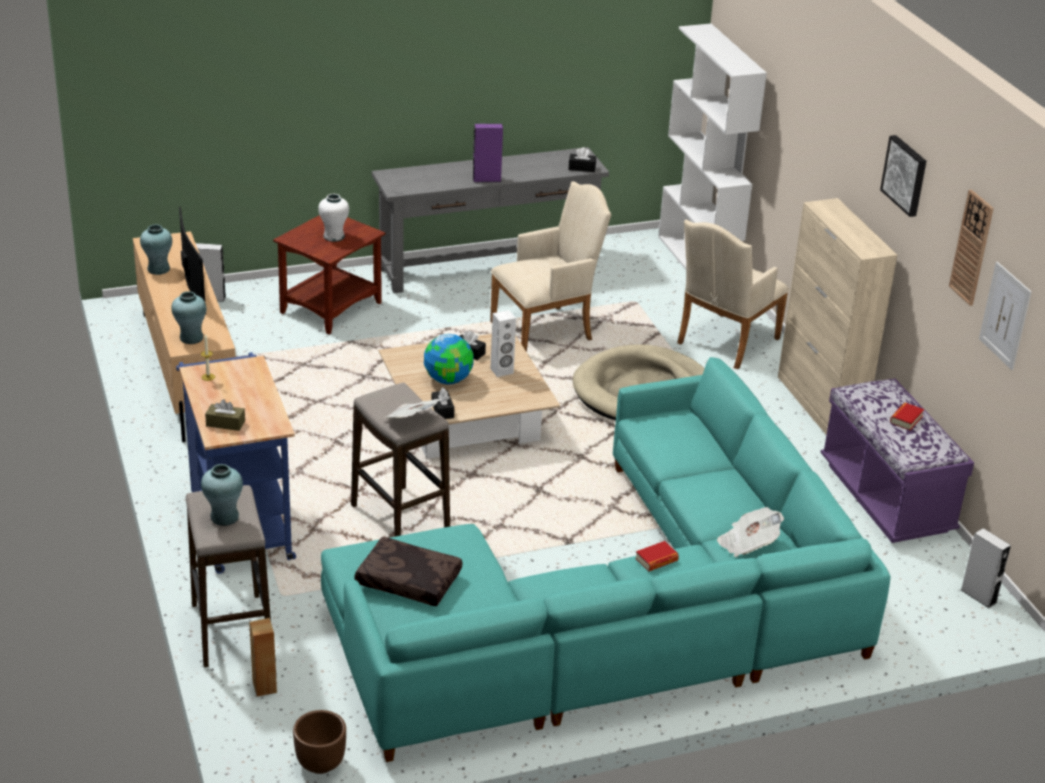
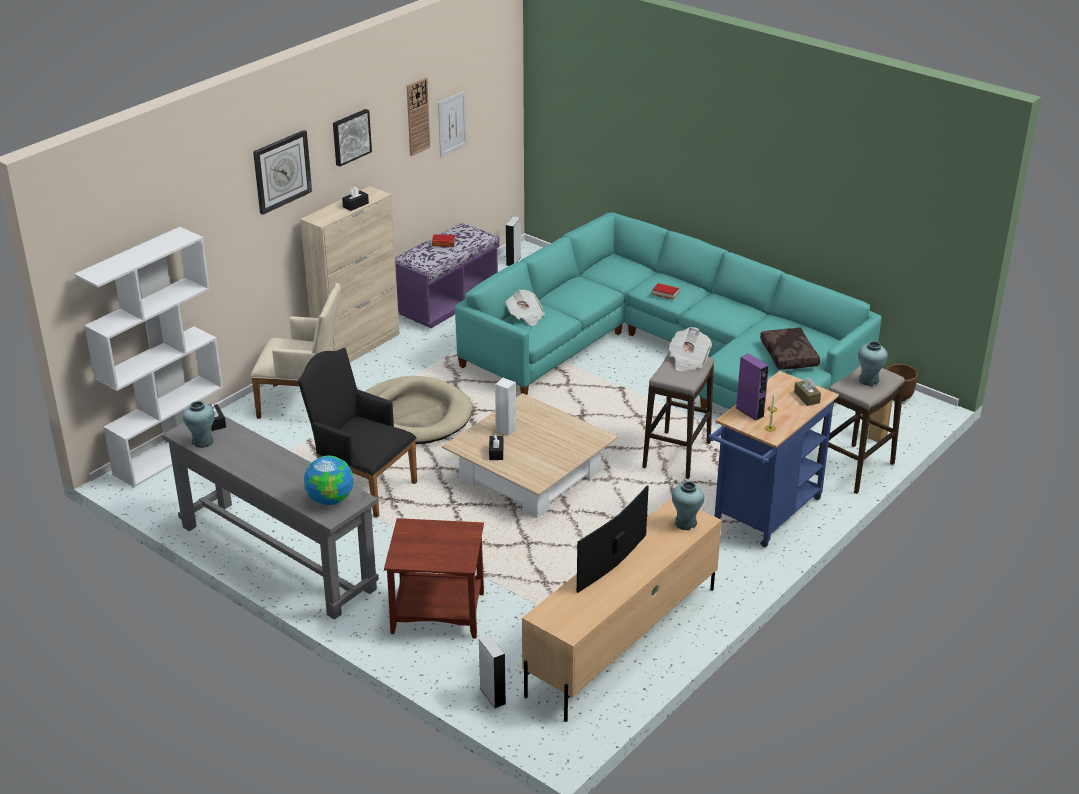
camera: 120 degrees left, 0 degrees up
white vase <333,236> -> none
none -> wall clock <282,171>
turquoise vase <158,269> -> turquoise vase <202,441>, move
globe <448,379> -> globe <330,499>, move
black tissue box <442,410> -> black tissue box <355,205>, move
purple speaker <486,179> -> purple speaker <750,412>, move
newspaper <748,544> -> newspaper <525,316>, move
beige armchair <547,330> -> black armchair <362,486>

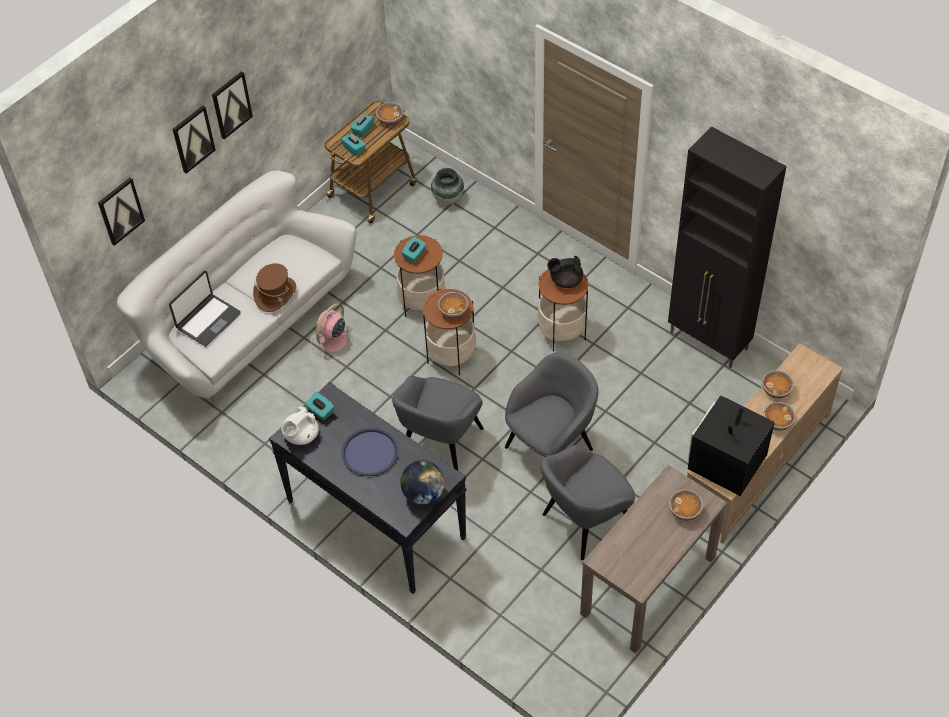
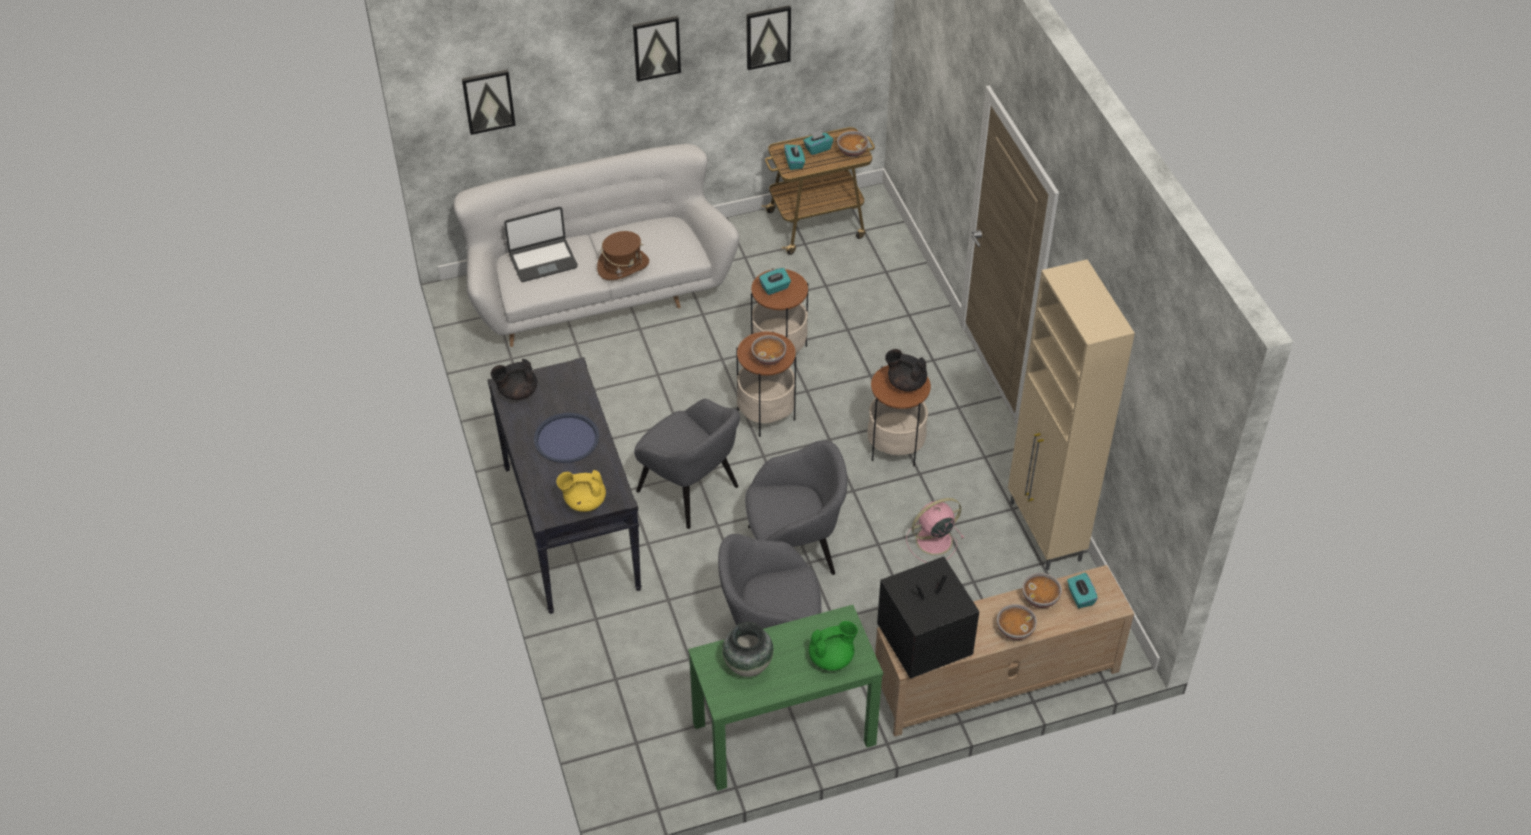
camera: 30 degrees right, 5 degrees down
picture <193,139> -> picture <768,36>, move
turquoise tissue box <320,411> -> turquoise tissue box <1080,597>, move
pink fan <332,342> -> pink fan <932,541>, move
vase <448,199> -> vase <748,666>, move
globe <423,493> -> yellow teapot <584,501>
bowl <685,511> -> green teapot <832,658>
white teapot <301,436> -> black teapot <517,392>
brown console table <648,585> -> green console table <783,734>
black cabinet <709,341> -> beige cabinet <1045,532>
grey armchair <441,443> -> grey armchair <689,490>, 105 degrees counterclockwise

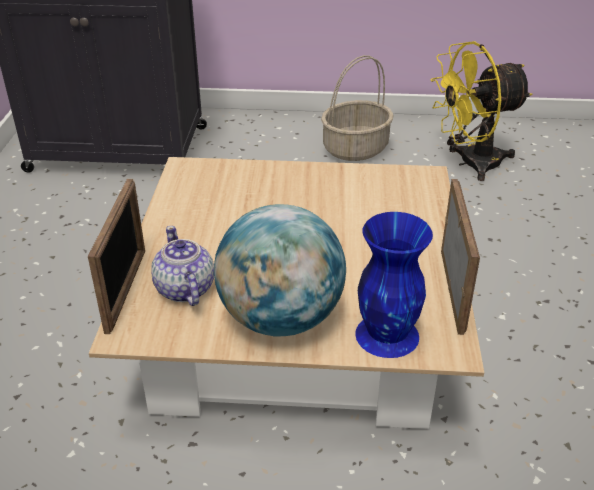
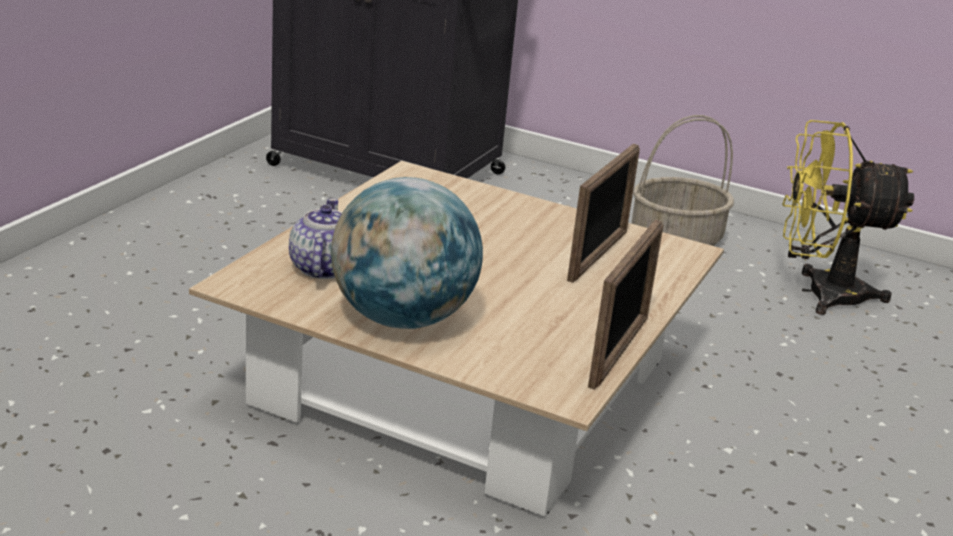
camera: 20 degrees right, 10 degrees down
blue vase <387,334> -> none
picture frame <126,290> -> picture frame <598,256>, move

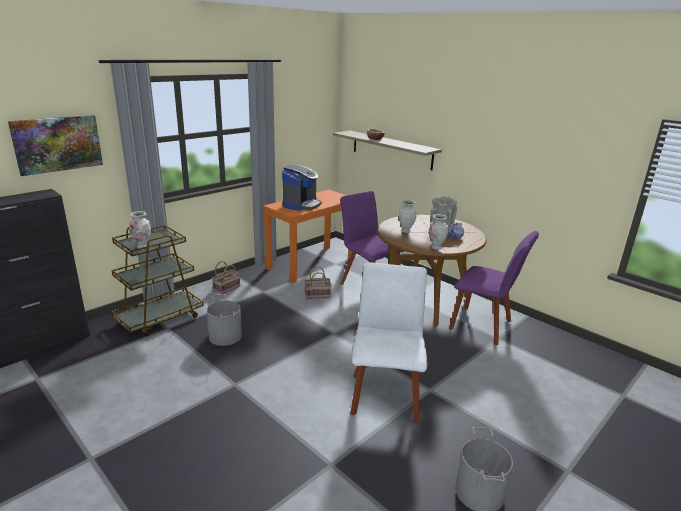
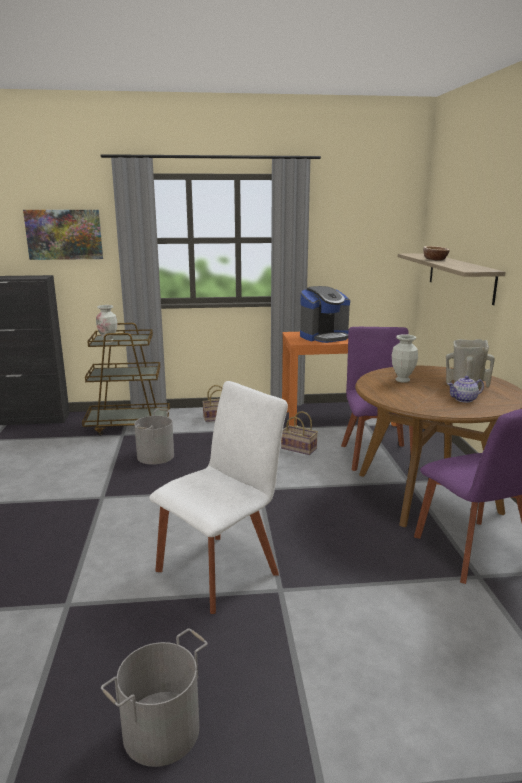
camera: 40 degrees right, 5 degrees down
vase <436,247> -> none

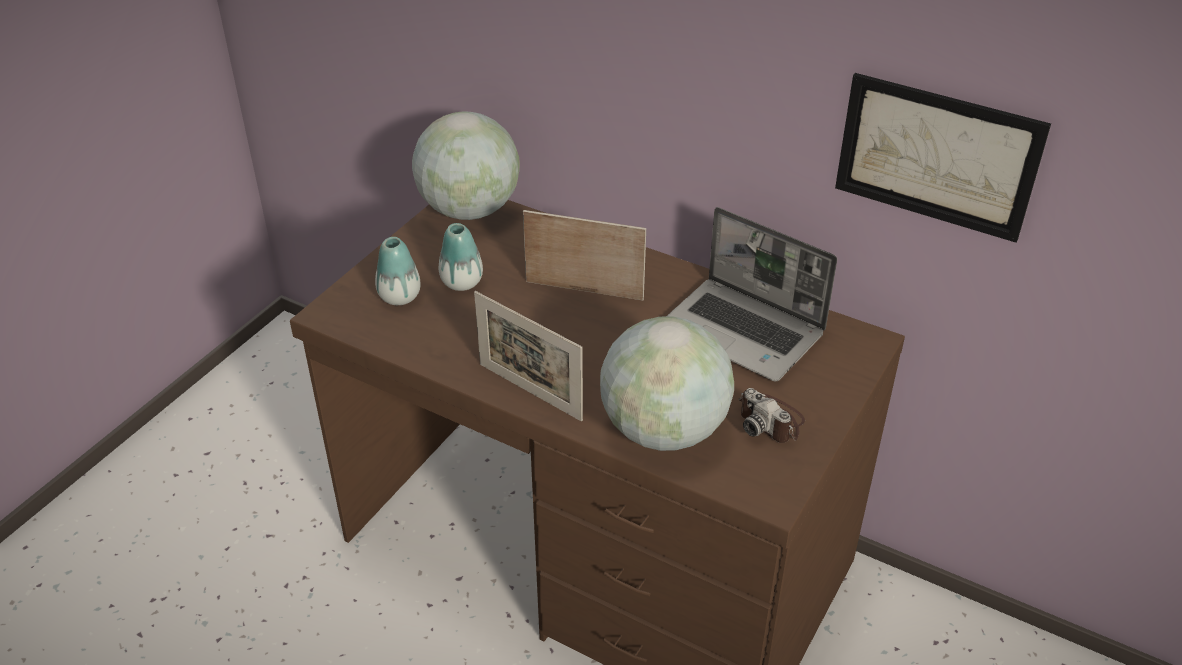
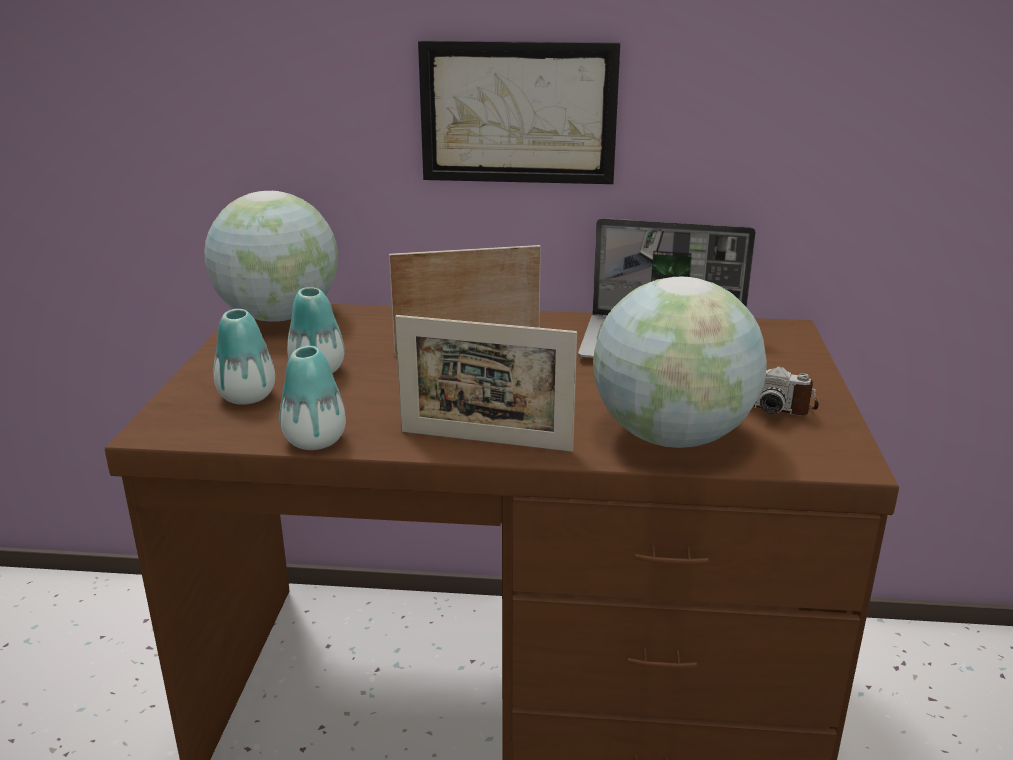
camera: 25 degrees left, 15 degrees down
none -> vase <315,441>
picture <937,156> -> picture <518,113>, move

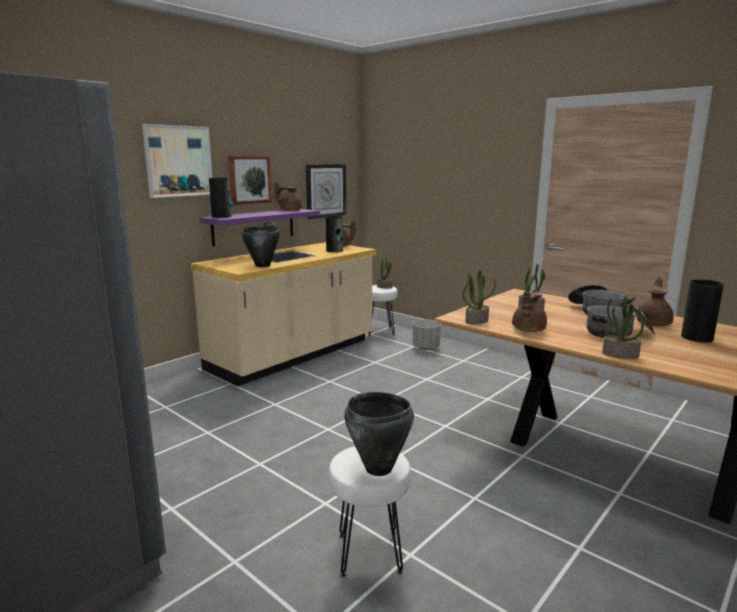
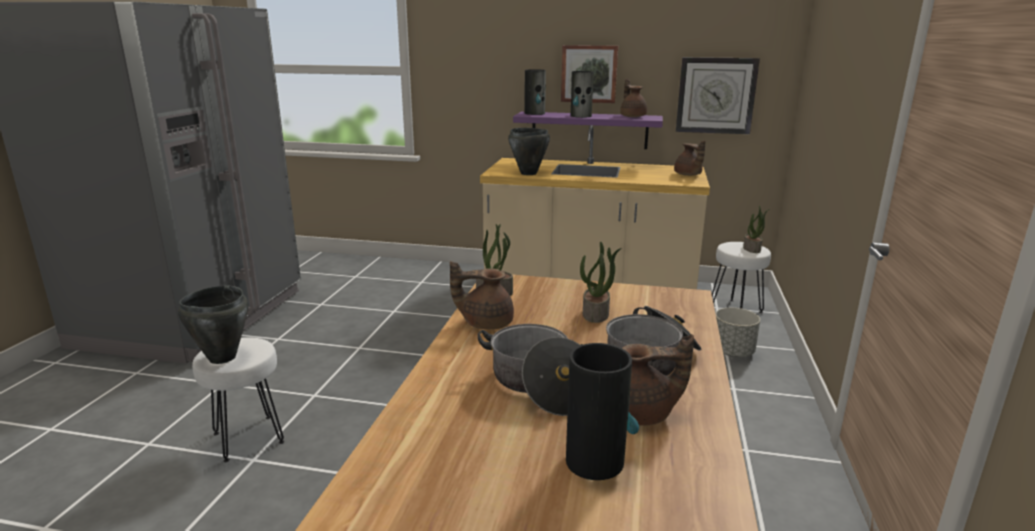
camera: 60 degrees right, 5 degrees up
picture <178,161> -> none
potted plant <619,355> -> none
vase <335,251> -> vase <581,116>, move

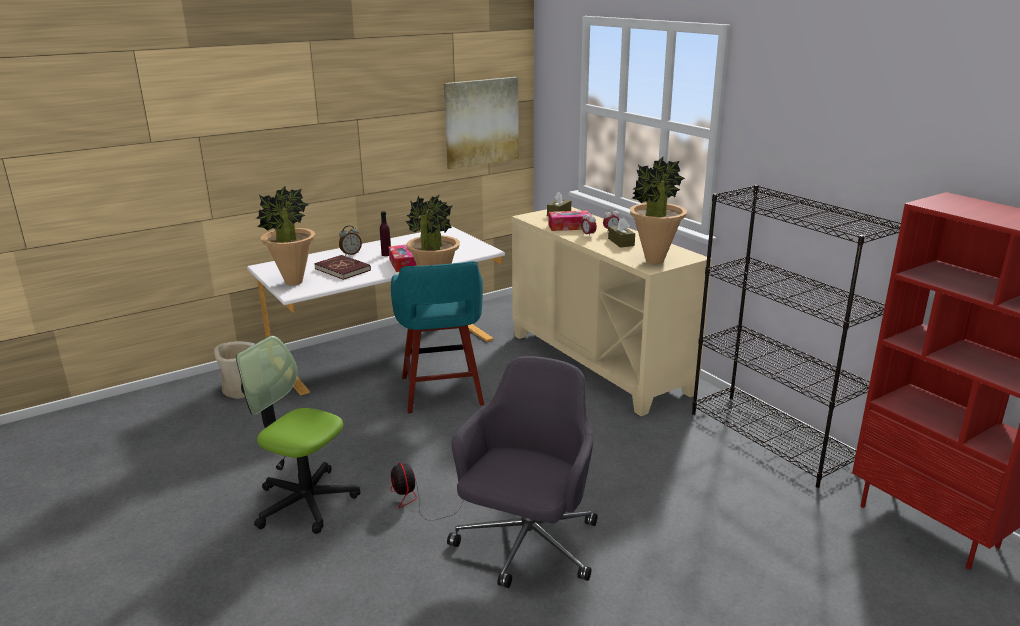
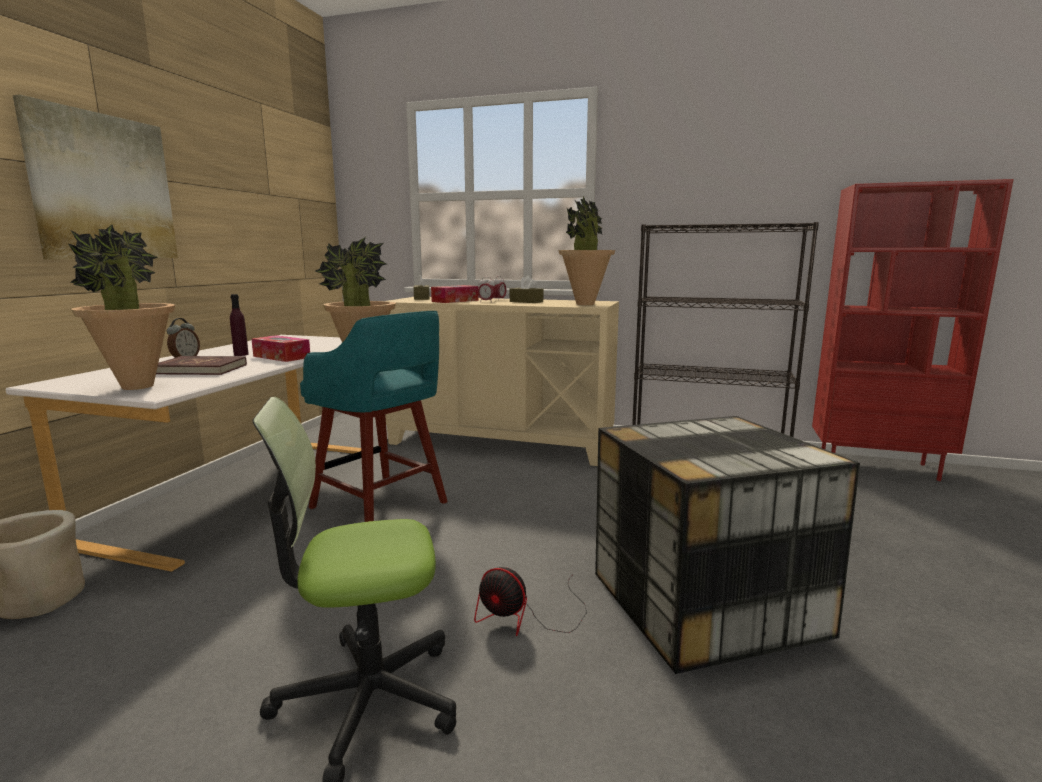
camera: 40 degrees left, 10 degrees down
picture <481,122> -> picture <103,188>, move
grey office chair <527,546> -> storage box <705,603>

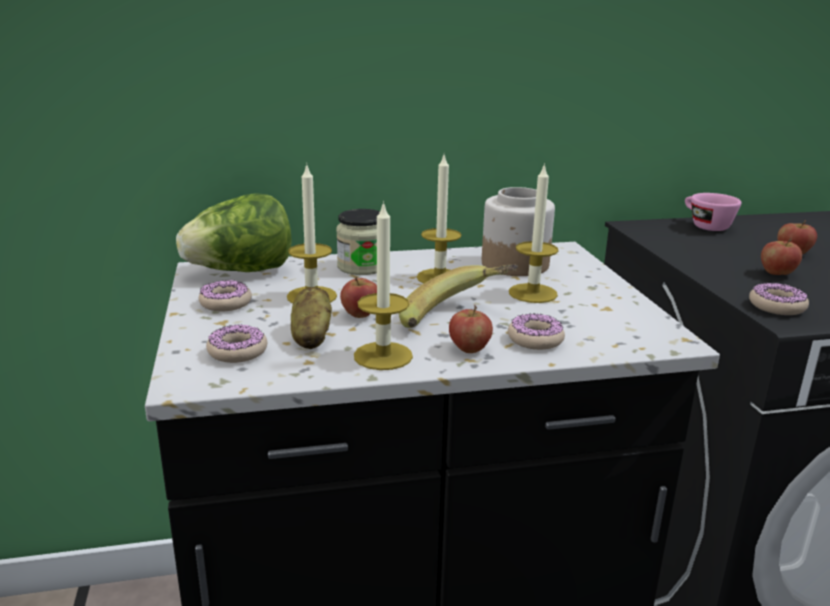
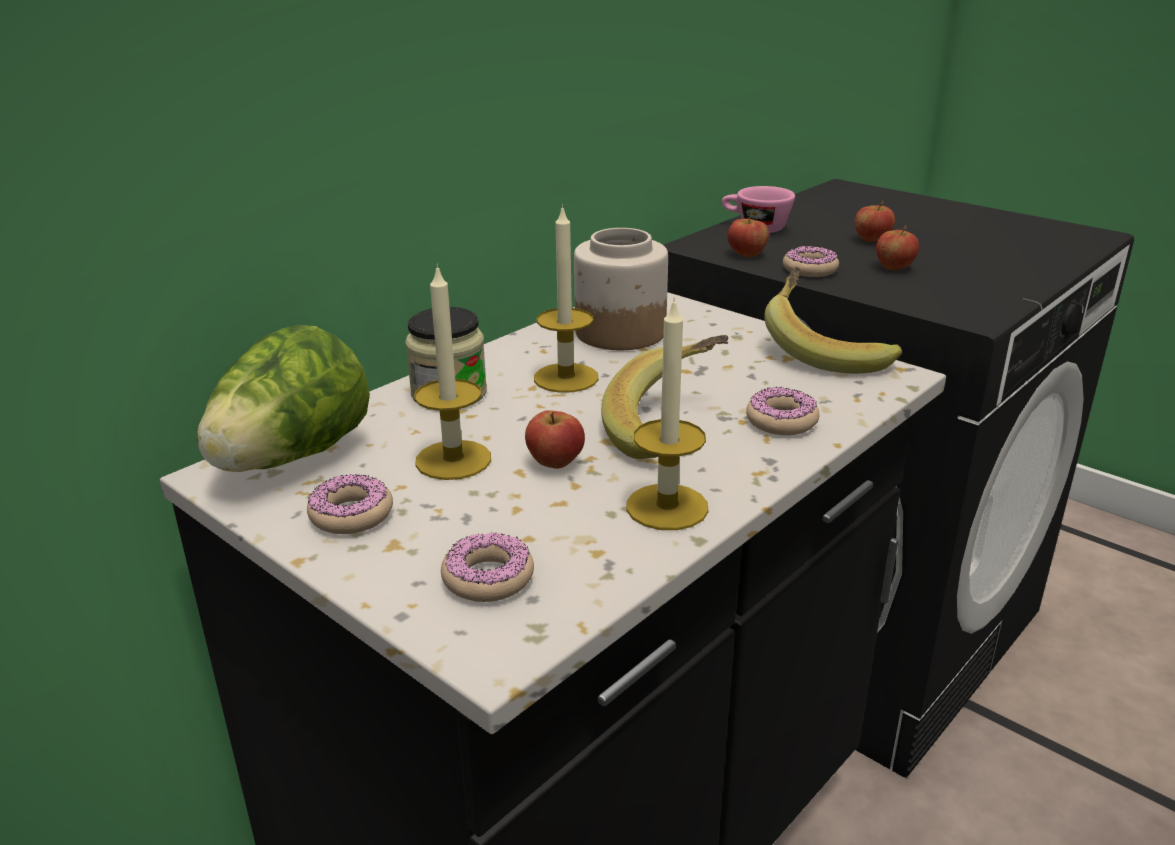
camera: 35 degrees left, 5 degrees up
potato <310,337> -> none
candle <533,293> -> none
none -> banana <826,351>
apple <469,349> -> apple <746,255>, move
donut <777,306> -> donut <810,269>, move

